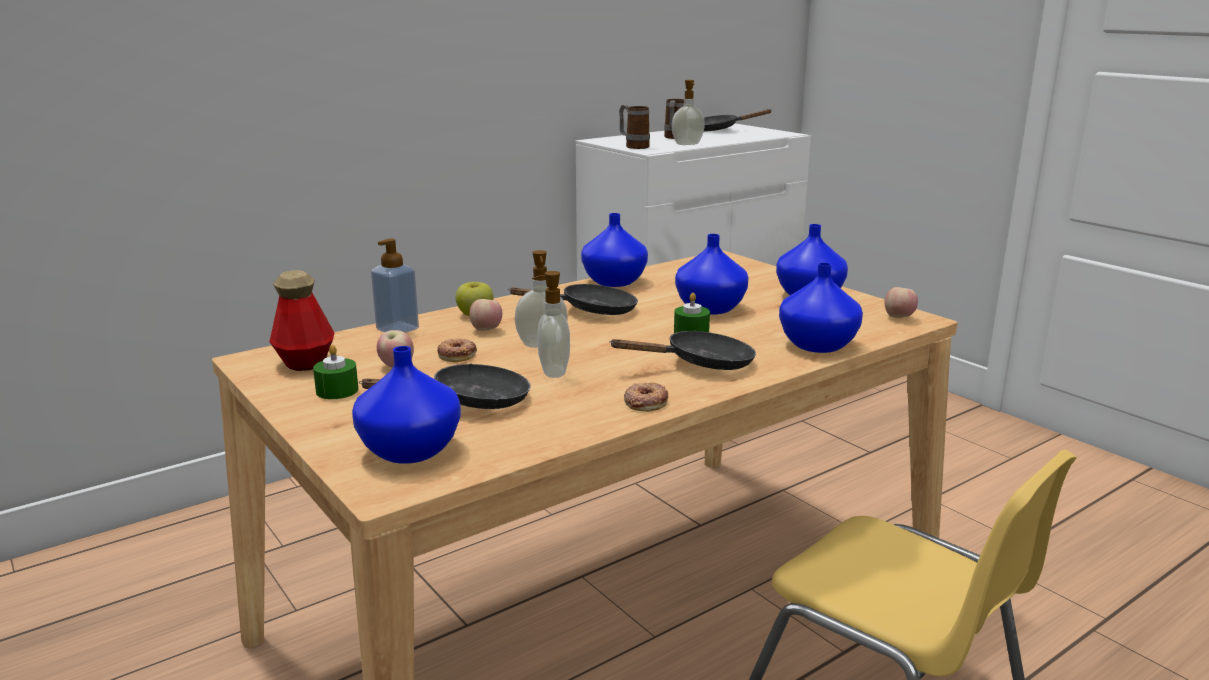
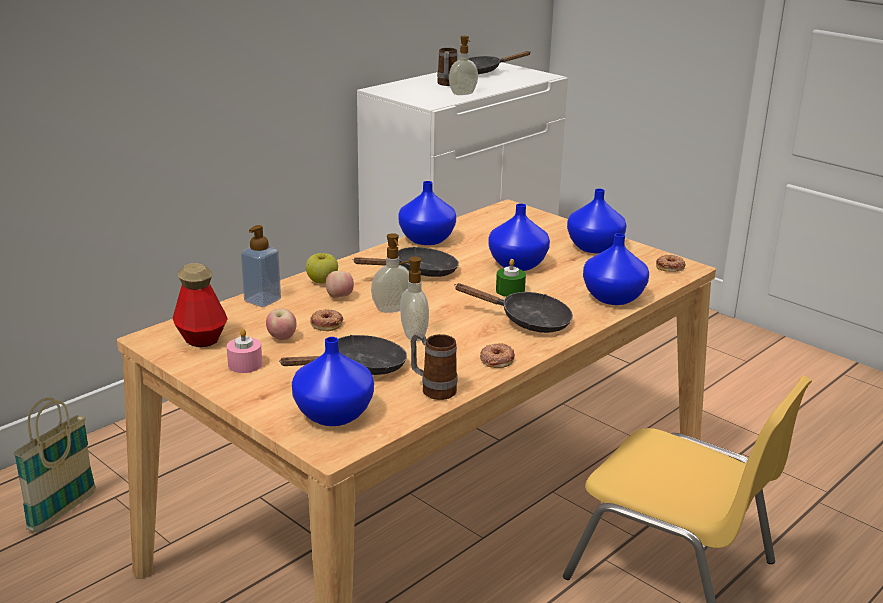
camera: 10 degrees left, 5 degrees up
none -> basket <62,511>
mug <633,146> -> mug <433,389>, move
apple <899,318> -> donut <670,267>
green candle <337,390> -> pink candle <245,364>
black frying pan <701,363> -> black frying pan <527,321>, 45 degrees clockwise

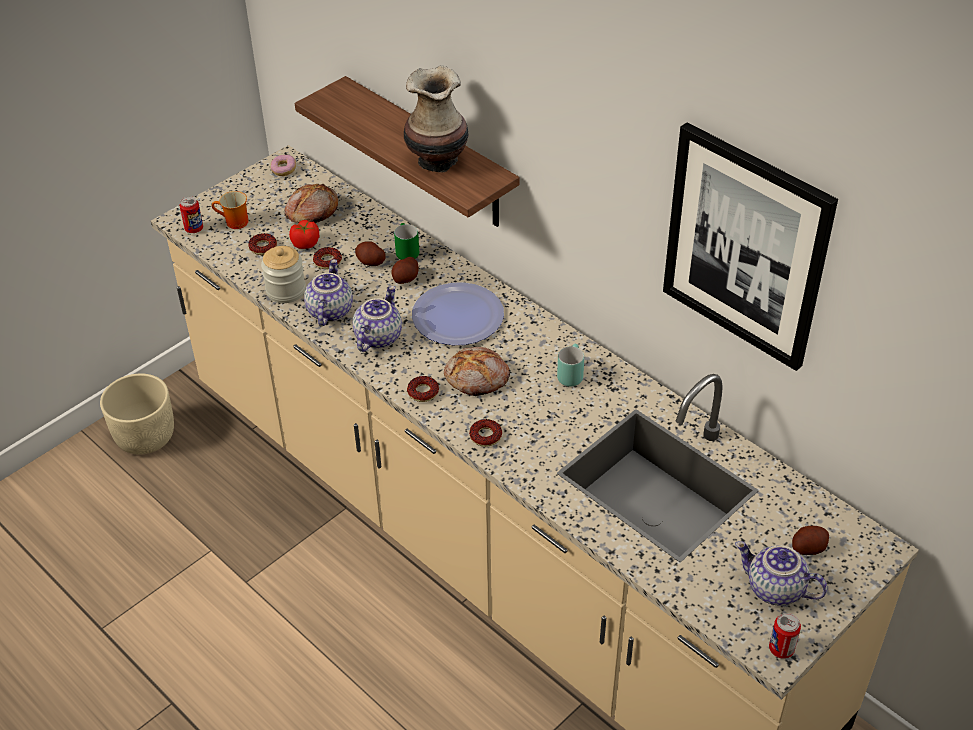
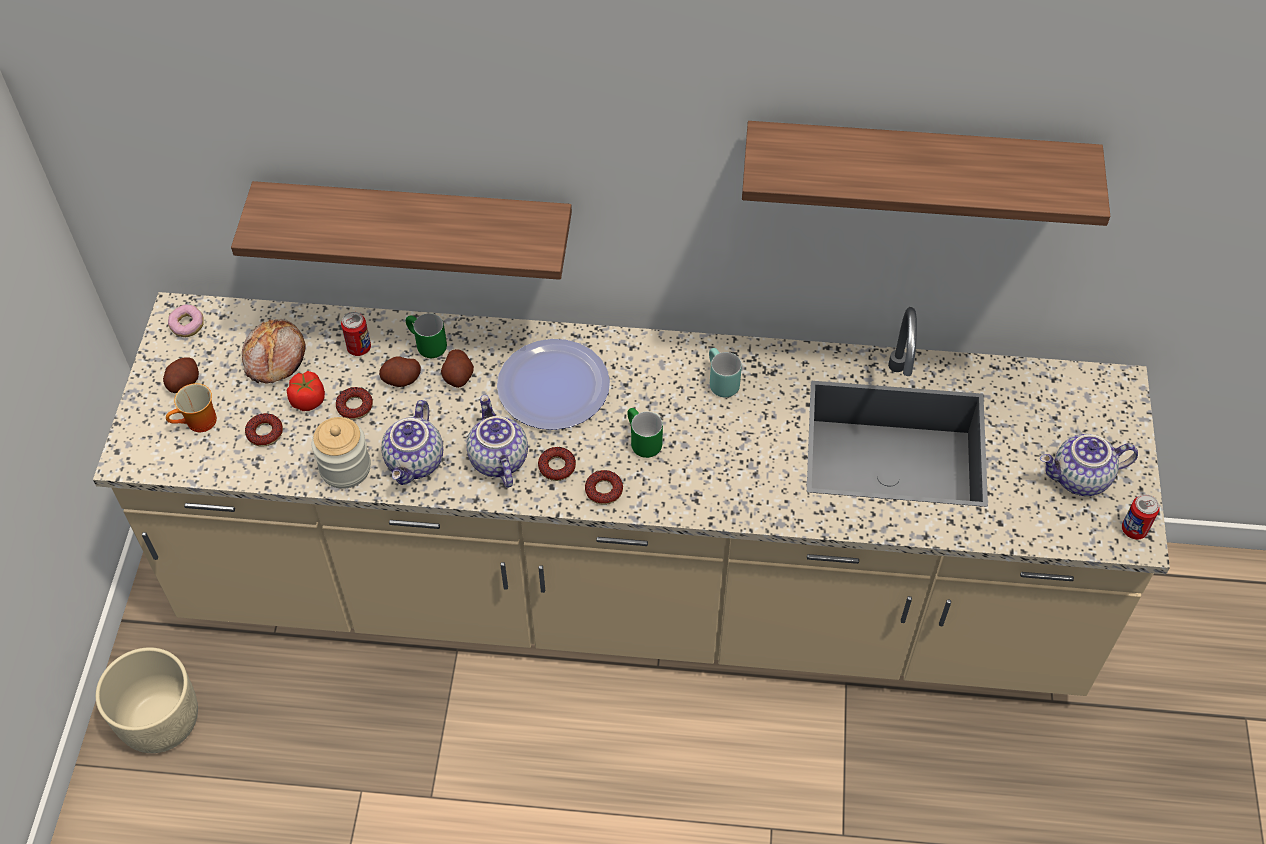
camera: 40 degrees left, 10 degrees up
vase <438,161> -> none
can <194,229> -> can <359,348>, move
donut <485,436> -> donut <557,467>, move
potato <808,548> -> potato <183,382>, move
bread <477,378> -> green mug <640,442>
picture <746,246> -> shelf <916,169>
teapot <329,311> -> teapot <416,462>, 135 degrees counterclockwise

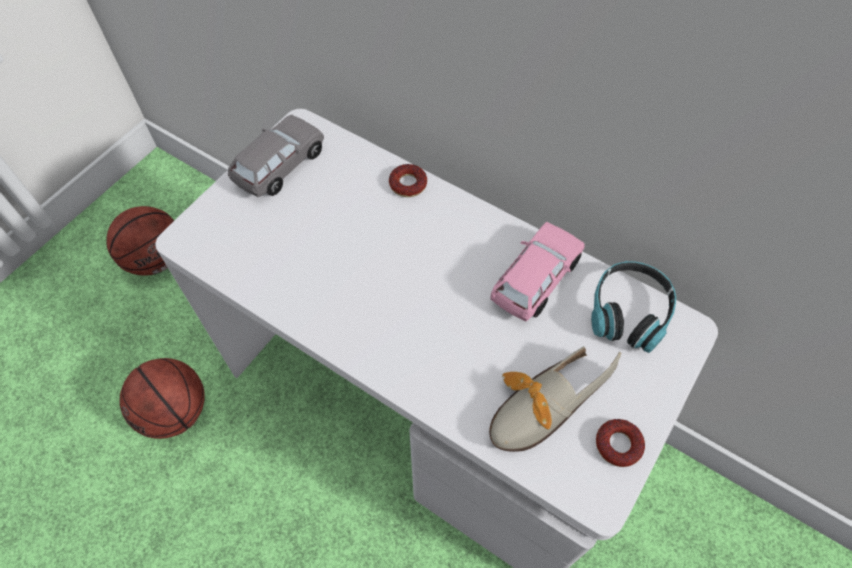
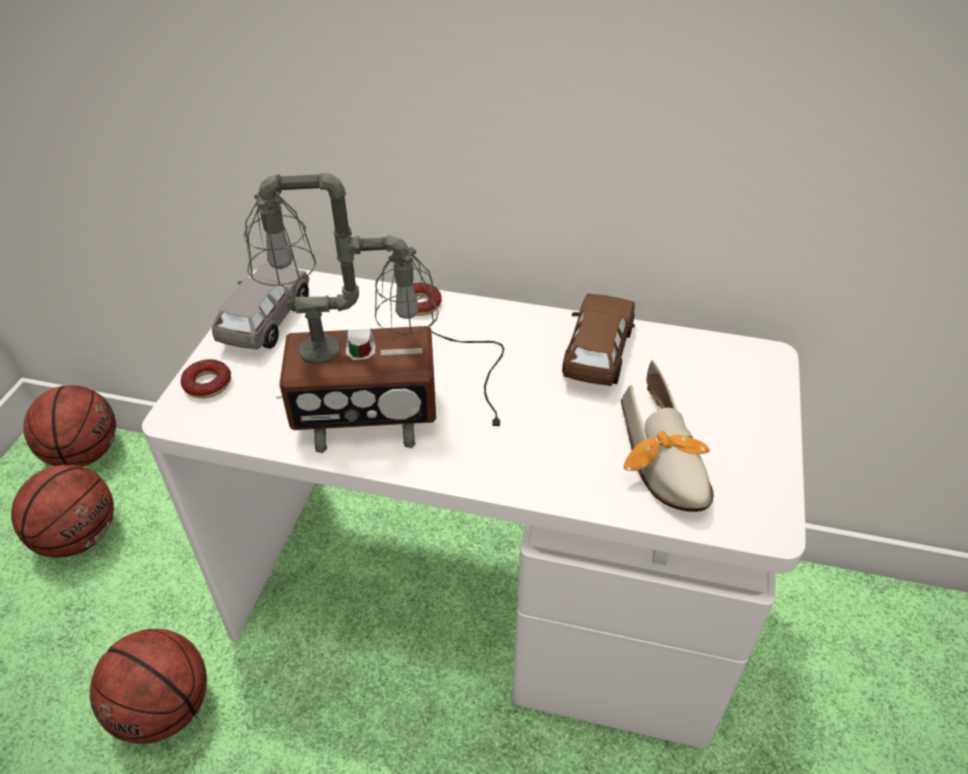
camera: 20 degrees left, 15 degrees down
headphones <628,312> -> none
none -> basketball <84,453>
none -> table lamp <388,402>
donut <618,445> -> donut <208,384>, move
pink toy car <535,280> -> brown toy car <597,354>
shoe <541,407> -> shoe <664,462>, 45 degrees counterclockwise

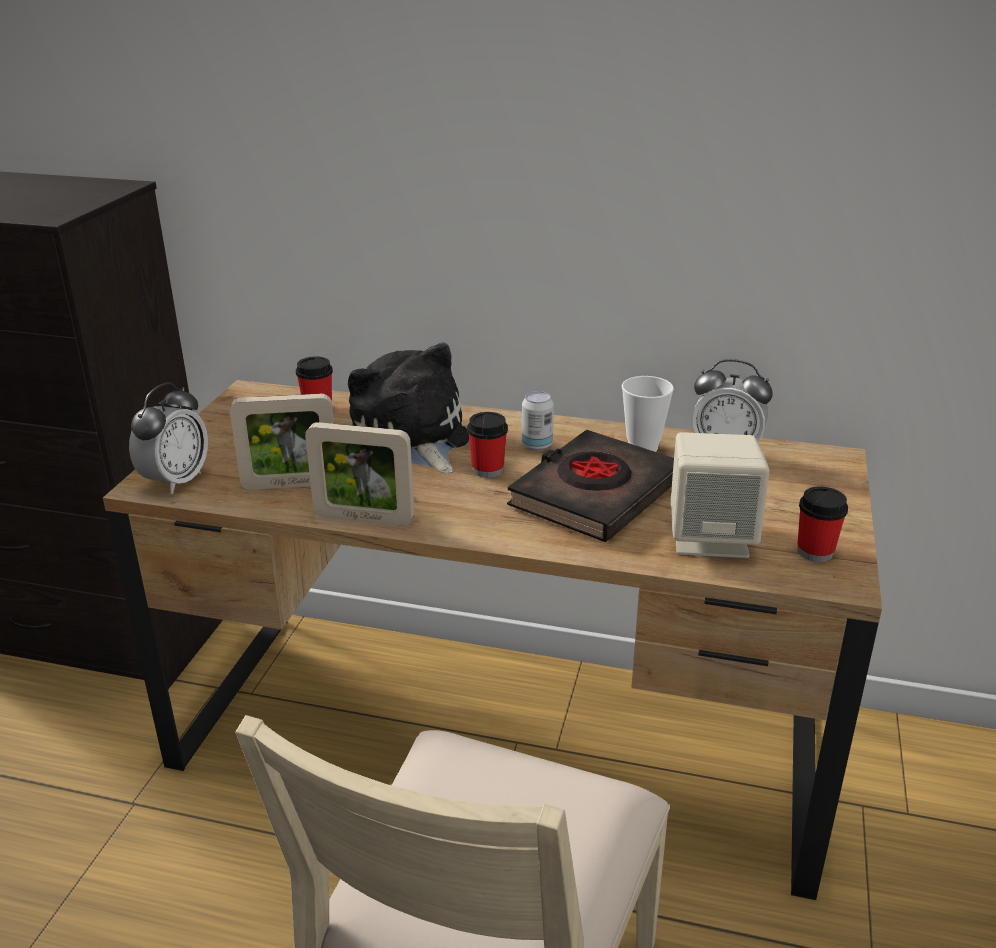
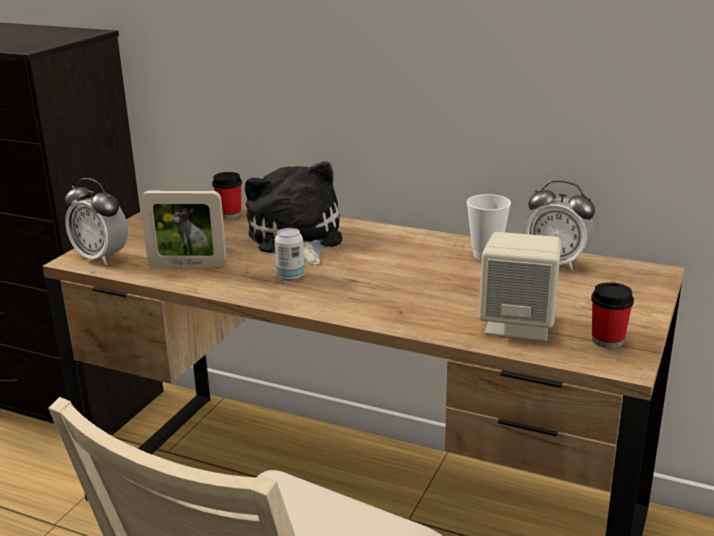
camera: 10 degrees right, 5 degrees down
picture frame <364,518> -> none
cup <488,470> -> none
black book <594,494> -> none
can <537,445> -> can <290,276>, move
alarm clock <176,481> -> alarm clock <101,258>, 90 degrees clockwise

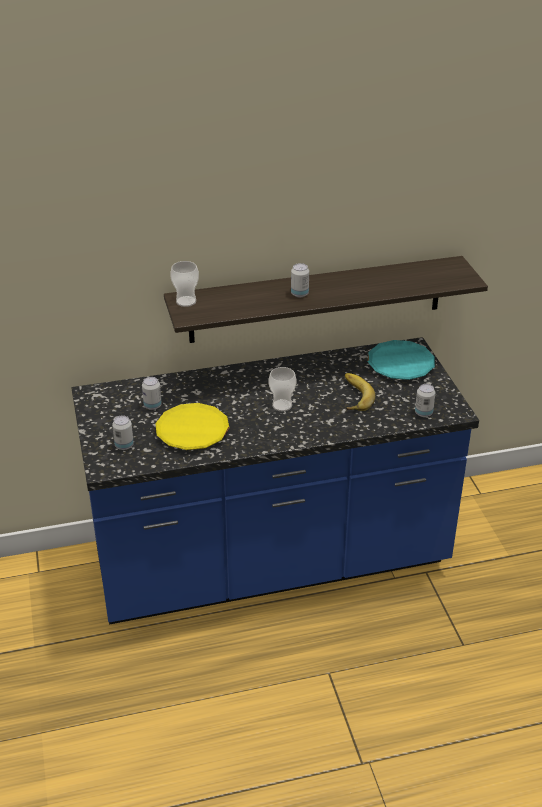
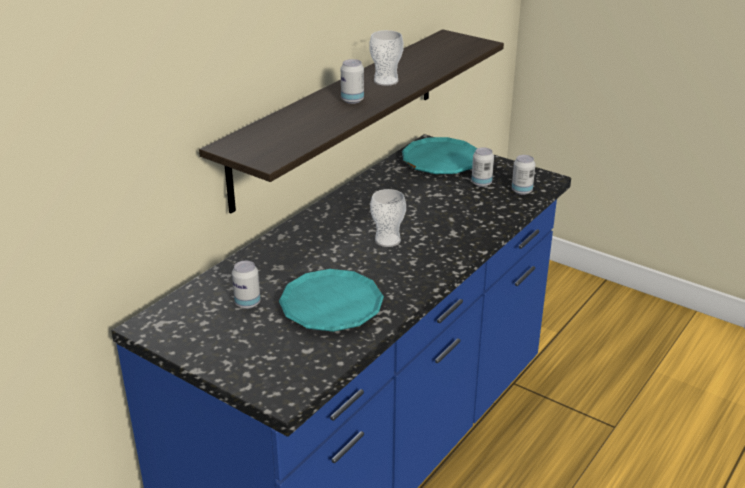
camera: 40 degrees left, 5 degrees down
banana <352,396> -> none
can <124,445> -> can <481,183>, move
cup <186,301> -> cup <386,81>, move
yellow plate <192,431> -> turquoise plate <331,306>

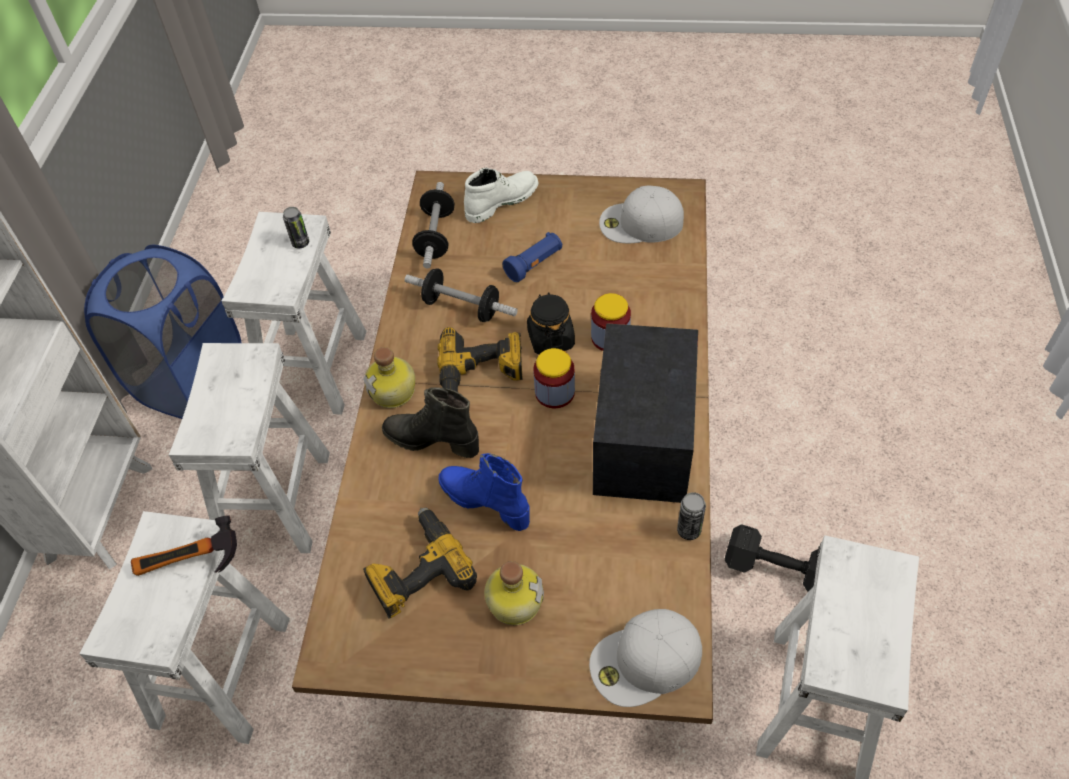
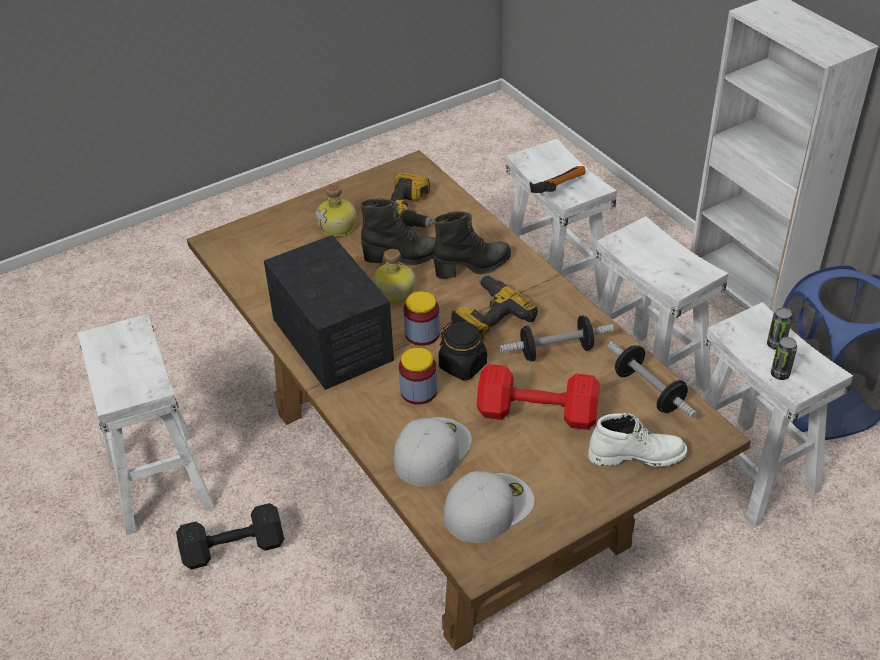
camera: 140 degrees right, 10 degrees down
bottle <394,392> -> bottle <393,293>, move
white cap <645,662> -> white cap <432,450>, move
can <689,530> -> can <775,344>, move
blue flashlight <534,264> -> red dumbbell <540,414>
blue boot <485,502> -> black boot <403,257>
white boot <501,201> -> white boot <636,454>, 105 degrees counterclockwise

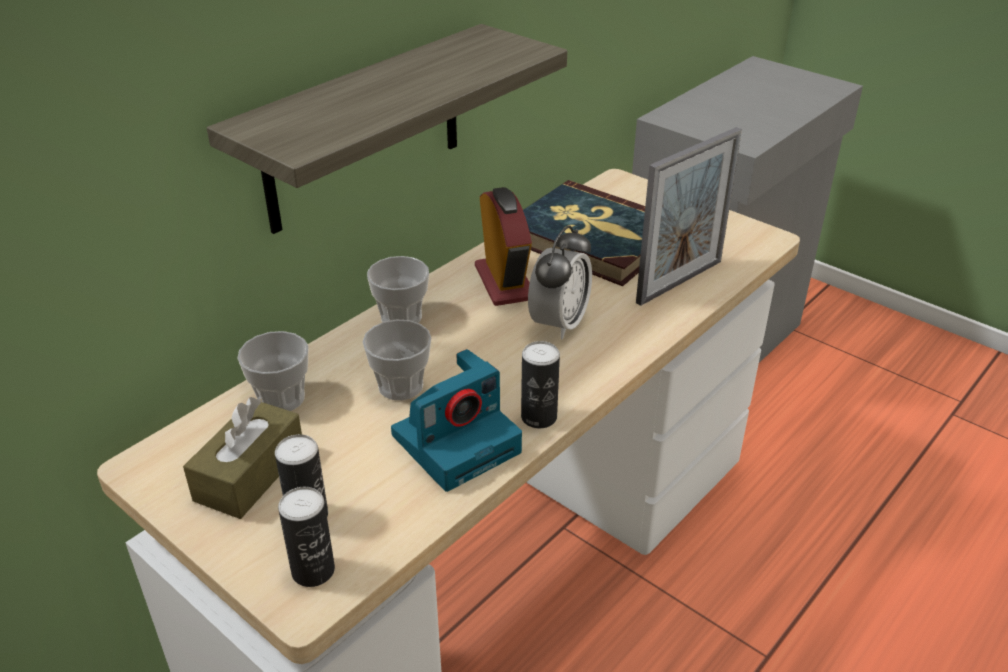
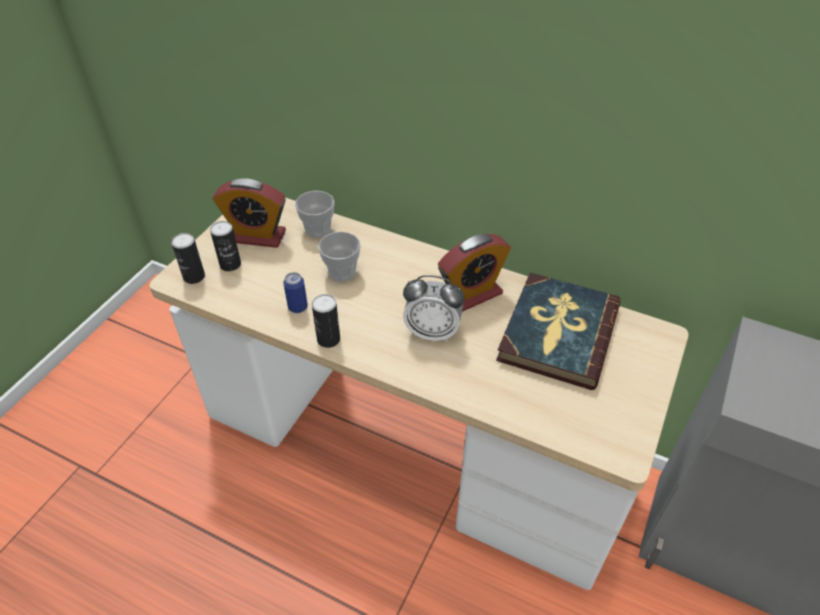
camera: 75 degrees right, 10 degrees up
shelf <364,129> -> none
cup <401,317> -> none
picture frame <679,282> -> none
brown tissue box <250,474> -> alarm clock <257,236>
photo camera <457,441> -> can <298,307>

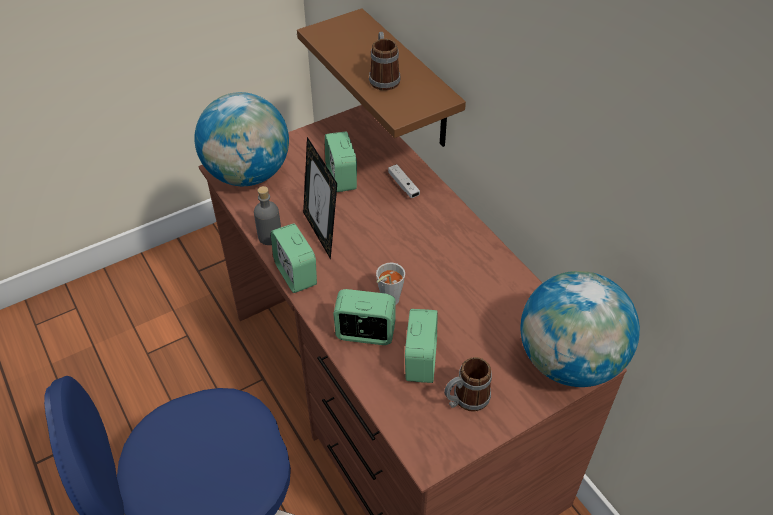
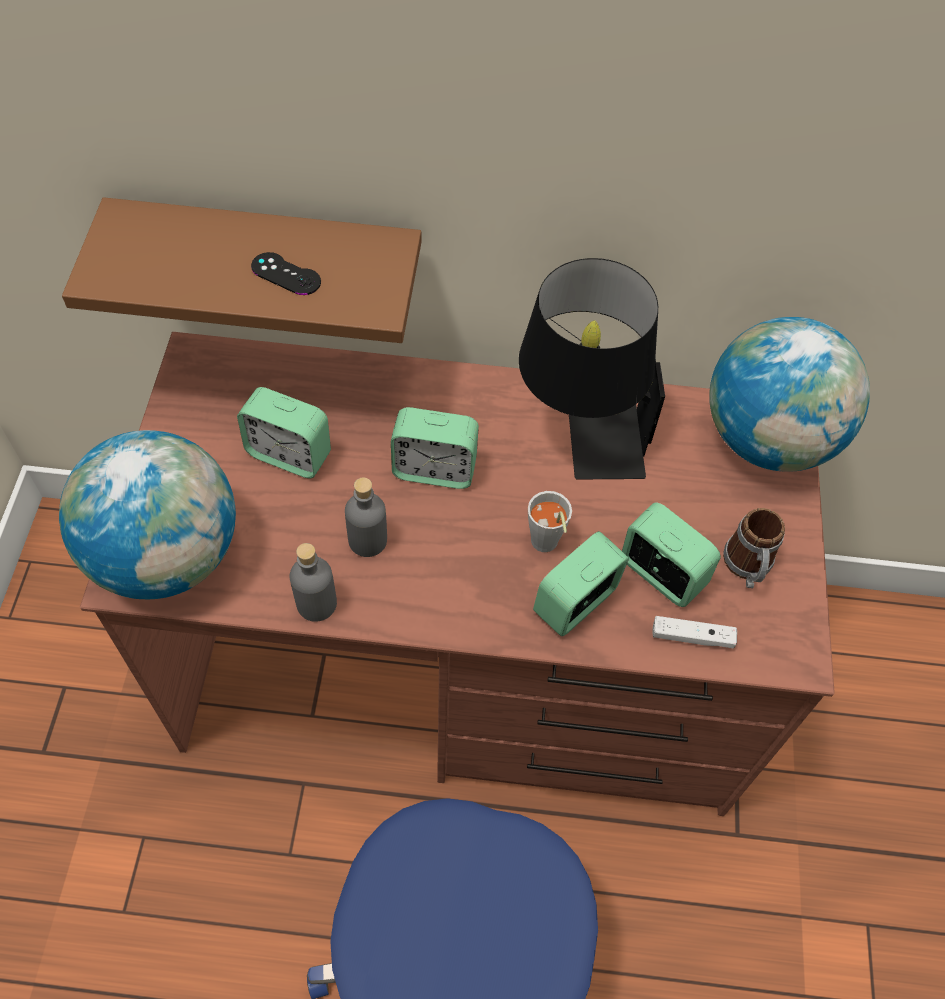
camera: 55 degrees left, 10 degrees up
none -> black table lamp <581,434>
alarm clock <296,274> -> alarm clock <434,469>, move
white game controller <403,185> -> white game controller <692,637>, move
picture frame <322,233> -> grey bottle <368,540>
mug <383,77> -> black game controller <286,274>

